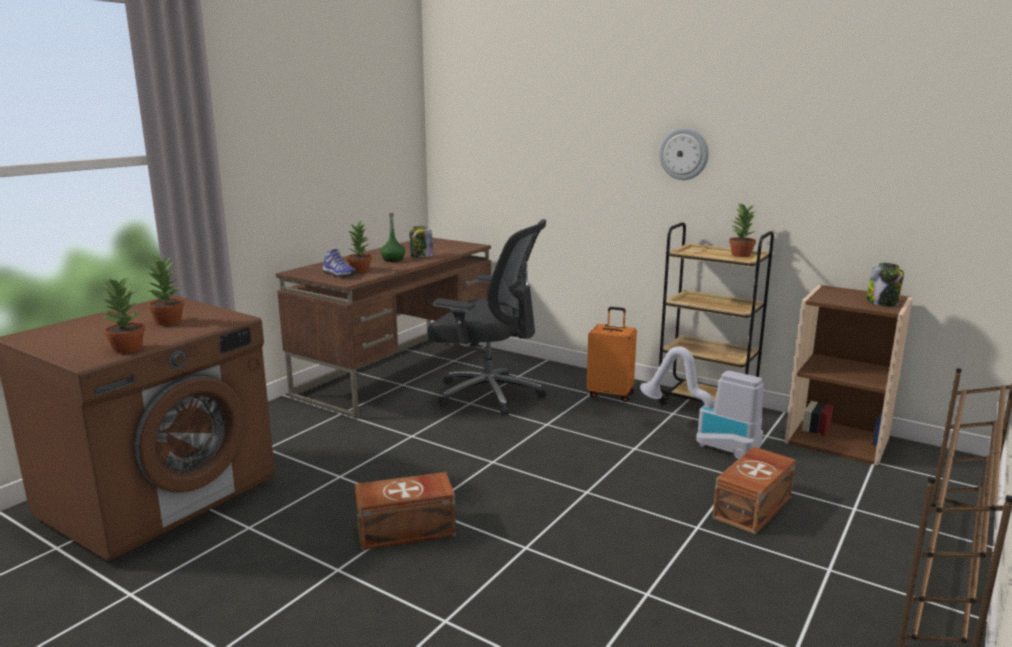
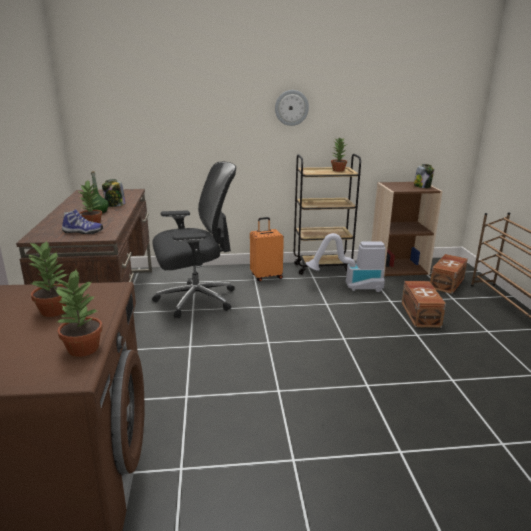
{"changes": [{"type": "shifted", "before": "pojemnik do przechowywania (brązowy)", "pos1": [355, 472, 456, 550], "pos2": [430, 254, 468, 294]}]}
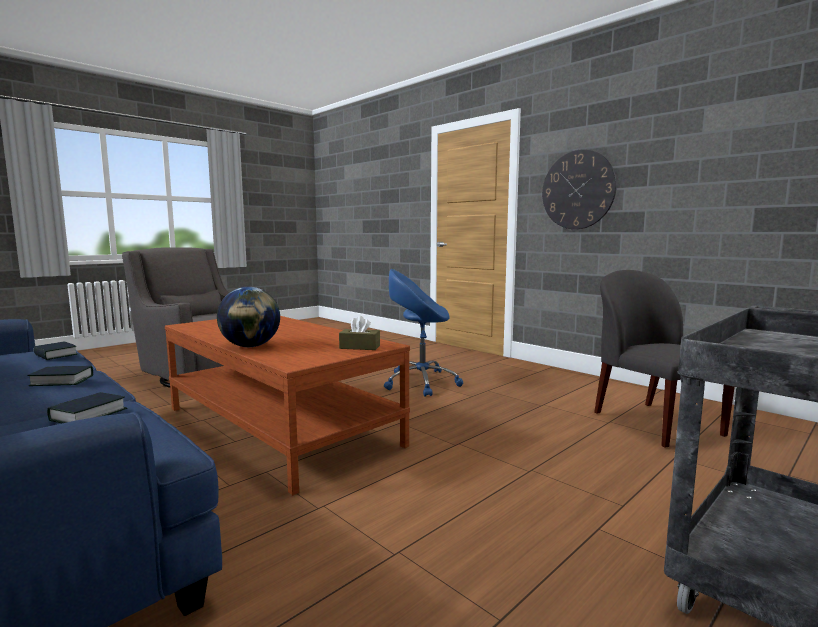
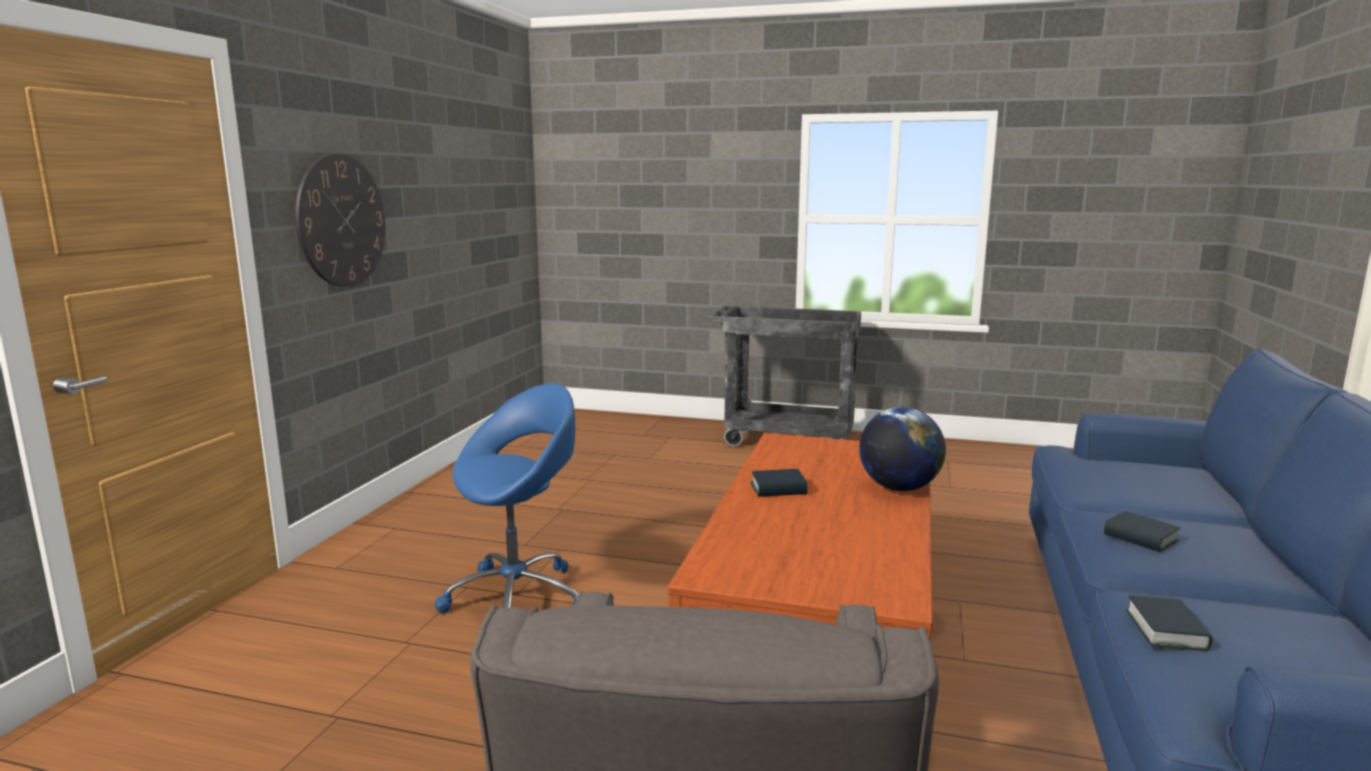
{"changes": [{"type": "rotated", "before": "krzesło biurowe (niebieski)", "pos1": [384, 269, 463, 396], "pos2": [435, 383, 579, 614], "turn": -90}, {"type": "shifted", "before": "książka", "pos1": [47, 392, 127, 423], "pos2": [751, 469, 808, 497]}, {"type": "gone", "before": "pudełko chusteczek (brązowy)", "pos1": [339, 316, 380, 350]}, {"type": "gone", "before": "krzesło (szary)", "pos1": [594, 270, 735, 448]}]}
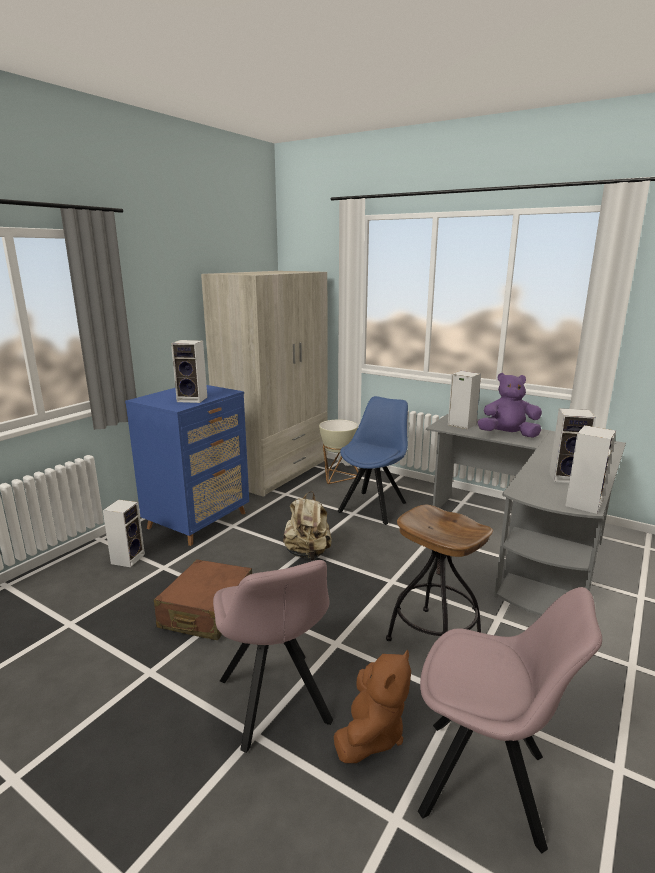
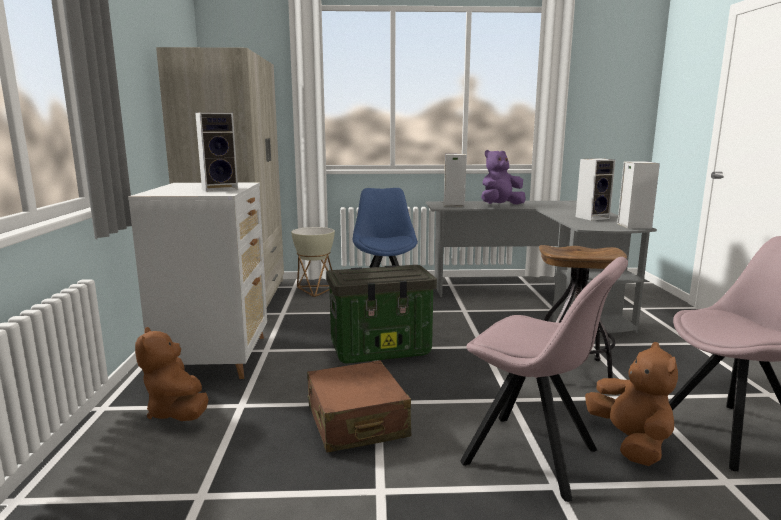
{"changes": [{"type": "repainted", "before": "komoda (niebieski)", "after": "komoda (biały)", "pos1": [125, 385, 249, 546], "pos2": [128, 182, 267, 379]}, {"type": "swapped", "before": "głośnik", "after": "pluszak (brązowy)", "pos1": [103, 500, 145, 567], "pos2": [135, 327, 209, 421]}, {"type": "swapped", "before": "plecak (beżowy)", "after": "pojemnik do przechowywania", "pos1": [283, 491, 332, 561], "pos2": [326, 265, 437, 364]}]}
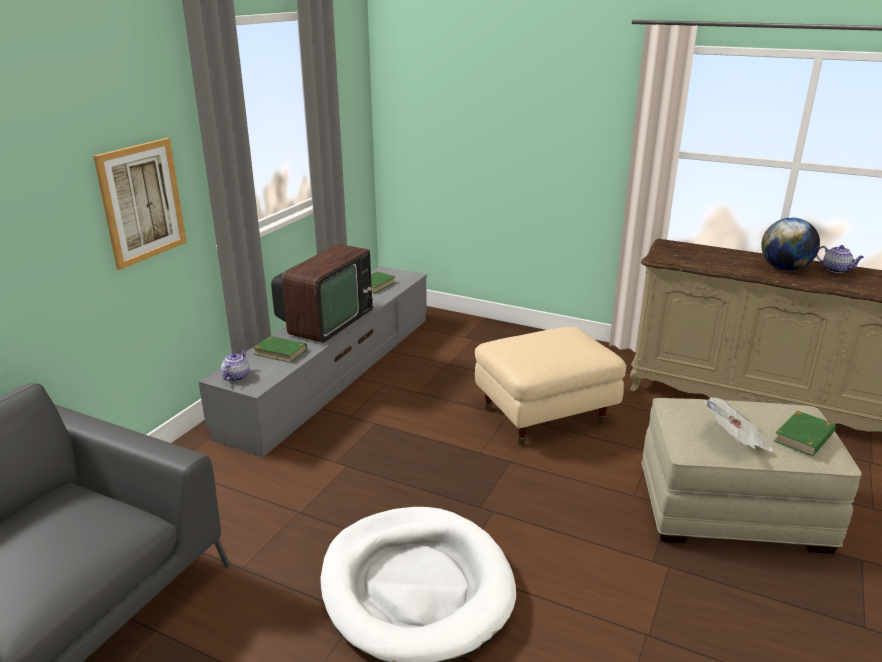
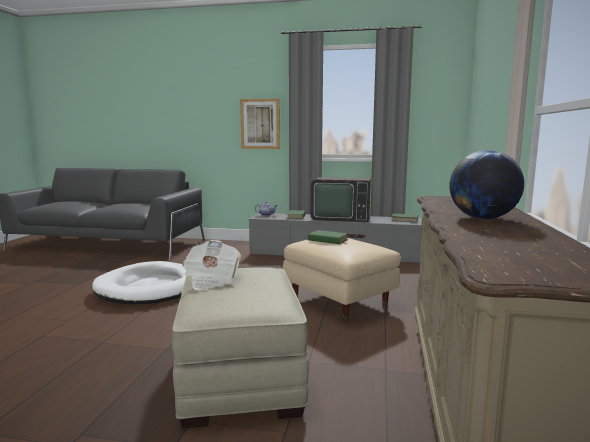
{"changes": [{"type": "shifted", "before": "książka (zielony)", "pos1": [774, 411, 836, 457], "pos2": [308, 230, 348, 244]}, {"type": "gone", "before": "imbryk", "pos1": [816, 245, 864, 273]}]}
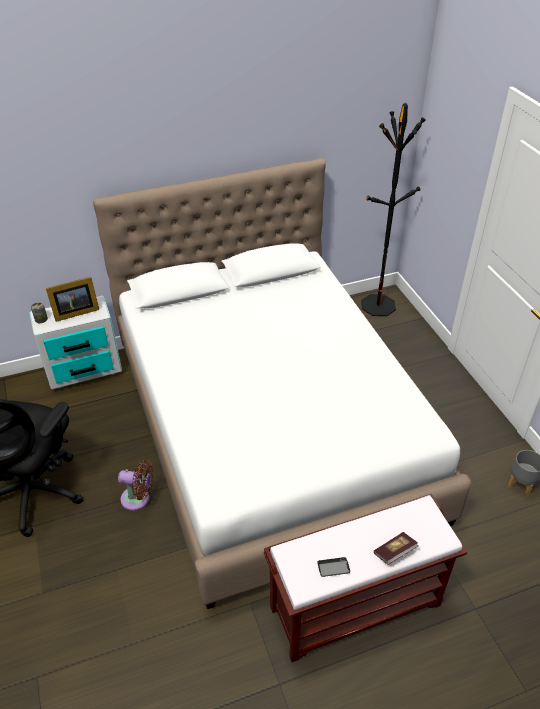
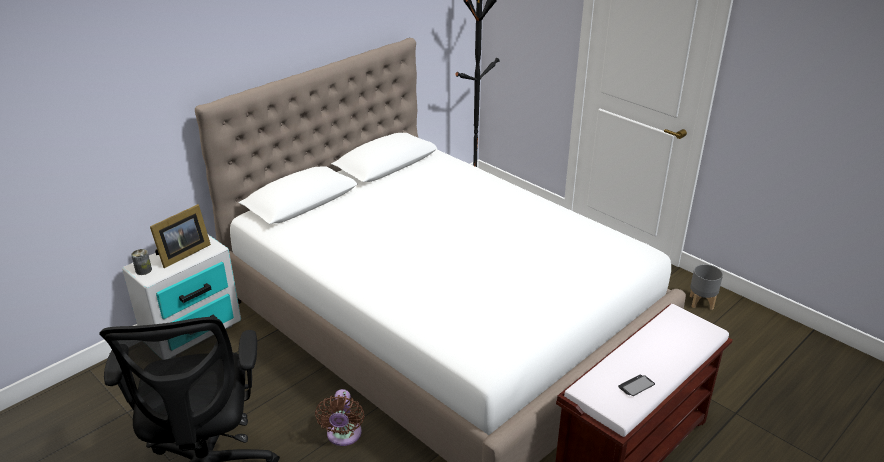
{"changes": [{"type": "rotated", "before": "wentylator (brązowy)", "pos1": [118, 460, 153, 511], "pos2": [315, 389, 364, 446], "turn": 105}, {"type": "gone", "before": "książka", "pos1": [373, 532, 418, 565]}]}
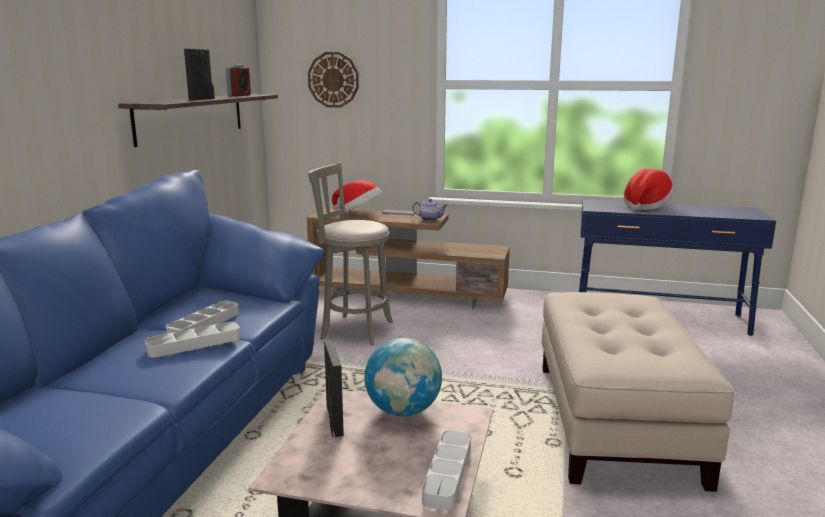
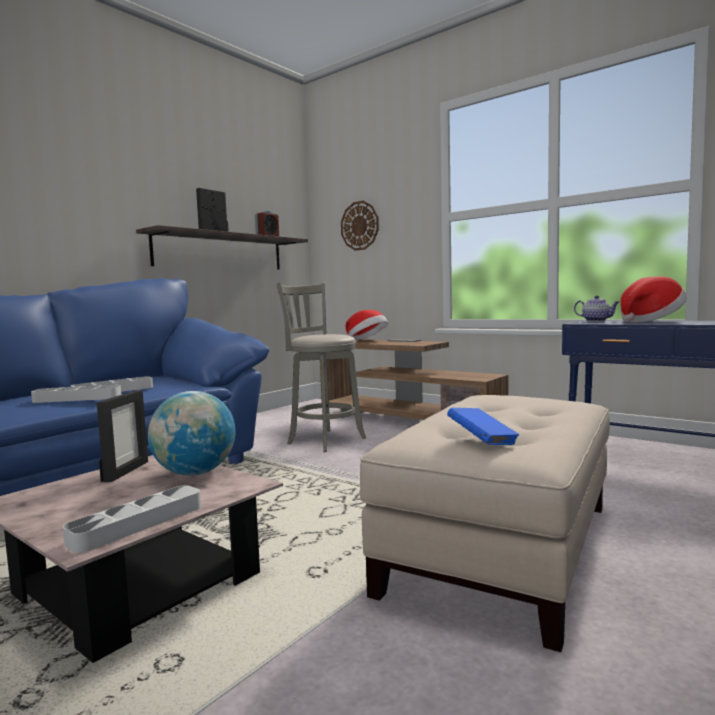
{"changes": [{"type": "new", "after": "książka (niebieski)", "pos2": [447, 408, 519, 445]}, {"type": "shifted", "before": "imbryk", "pos1": [412, 199, 447, 221], "pos2": [574, 295, 619, 321]}]}
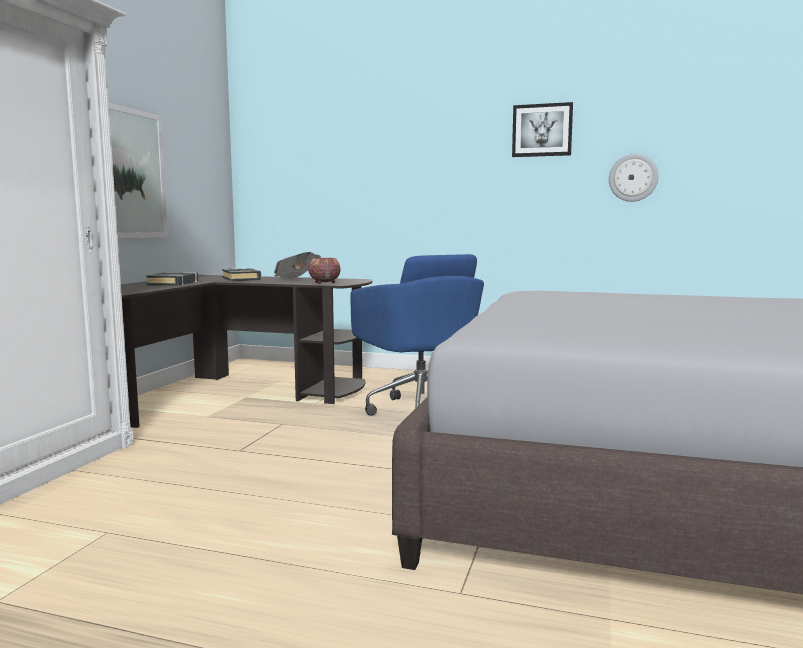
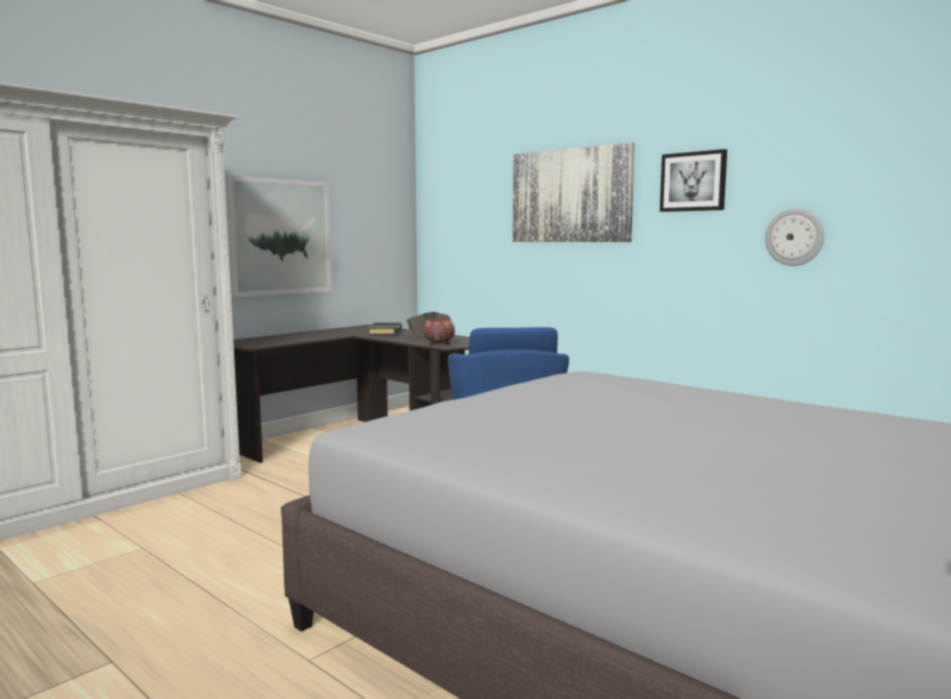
{"changes": [{"type": "new", "after": "obraz", "pos2": [513, 142, 635, 242]}, {"type": "gone", "before": "książka (czarny)", "pos1": [146, 272, 198, 286]}]}
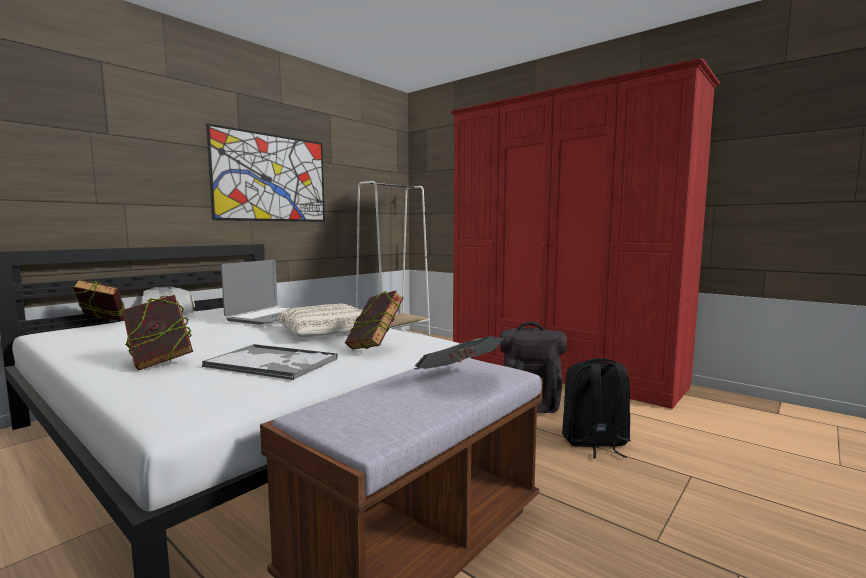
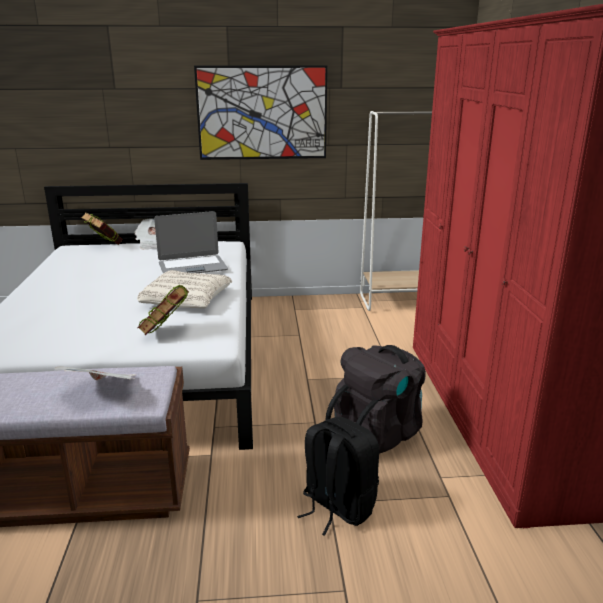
{"changes": [{"type": "gone", "before": "książka", "pos1": [122, 295, 193, 370]}, {"type": "gone", "before": "taca", "pos1": [202, 344, 337, 380]}]}
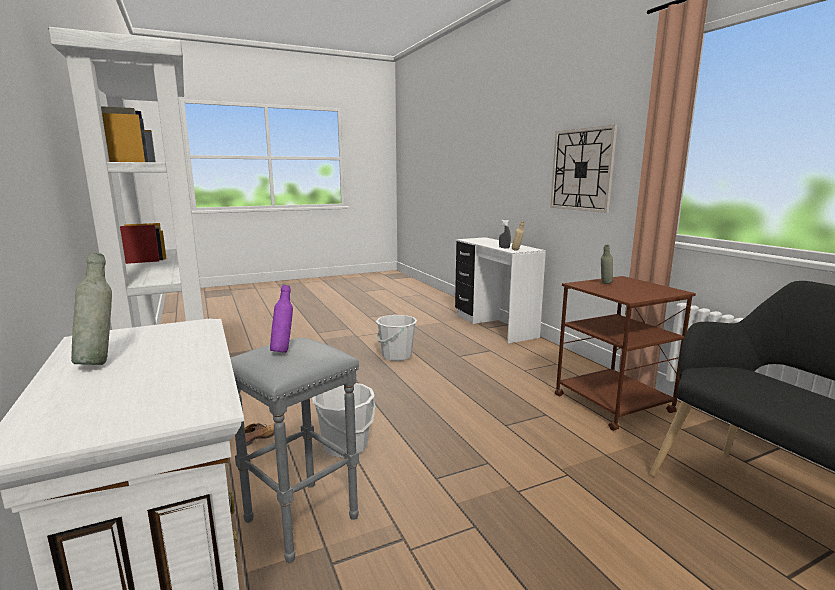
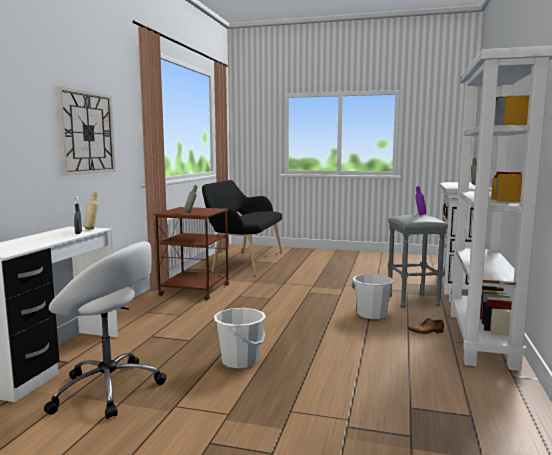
{"changes": [{"type": "new", "after": "krzesło biurowe (biały)", "pos2": [44, 241, 166, 419]}]}
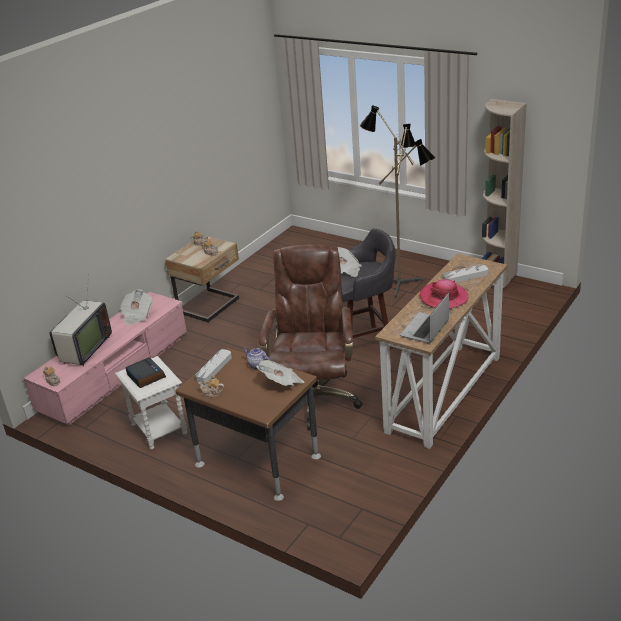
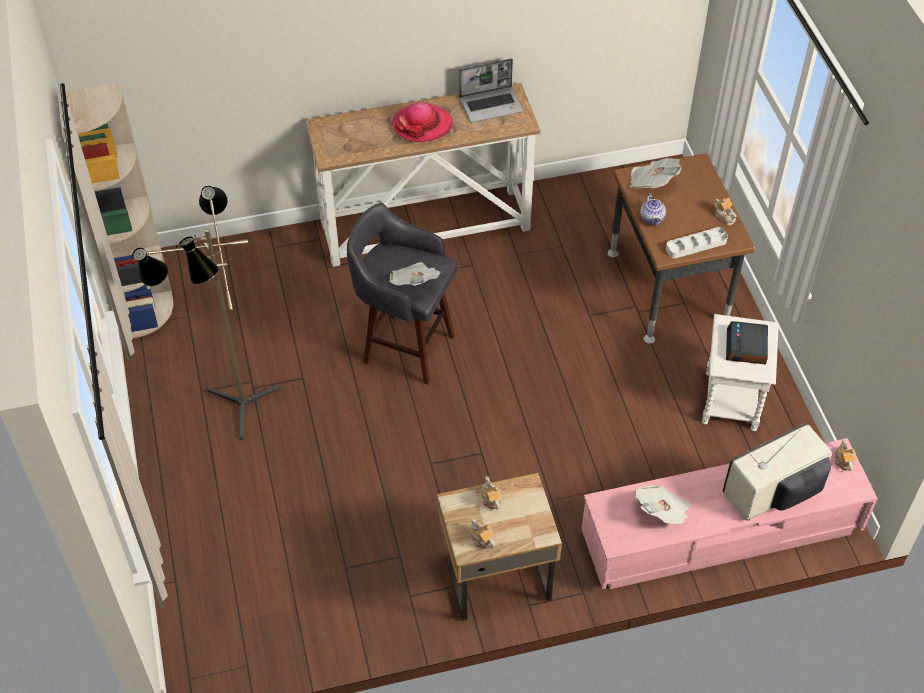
{"changes": [{"type": "gone", "before": "krzesło biurowe (brązowy)", "pos1": [259, 244, 363, 430]}, {"type": "gone", "before": "taca (szary)", "pos1": [443, 264, 488, 283]}]}
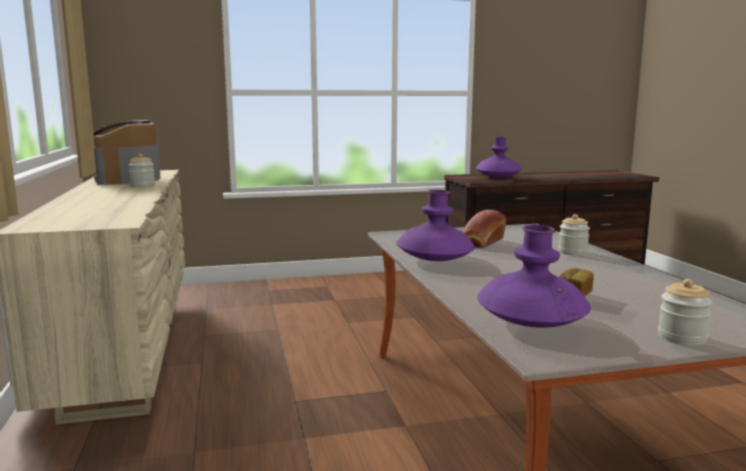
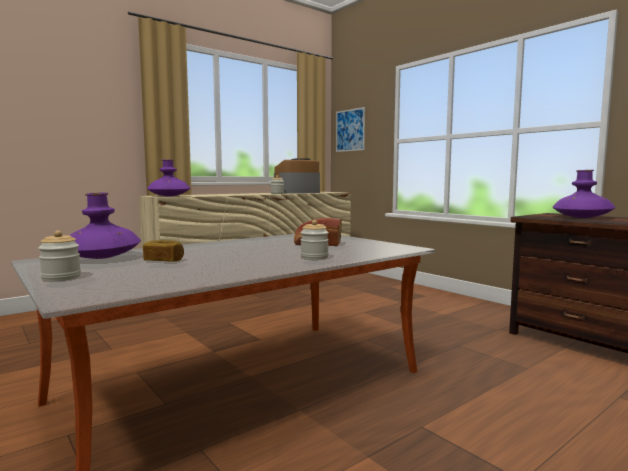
{"changes": [{"type": "shifted", "before": "wazon (fioletowy)", "pos1": [396, 190, 475, 261], "pos2": [147, 159, 190, 197]}, {"type": "new", "after": "obraz", "pos2": [336, 107, 365, 152]}]}
